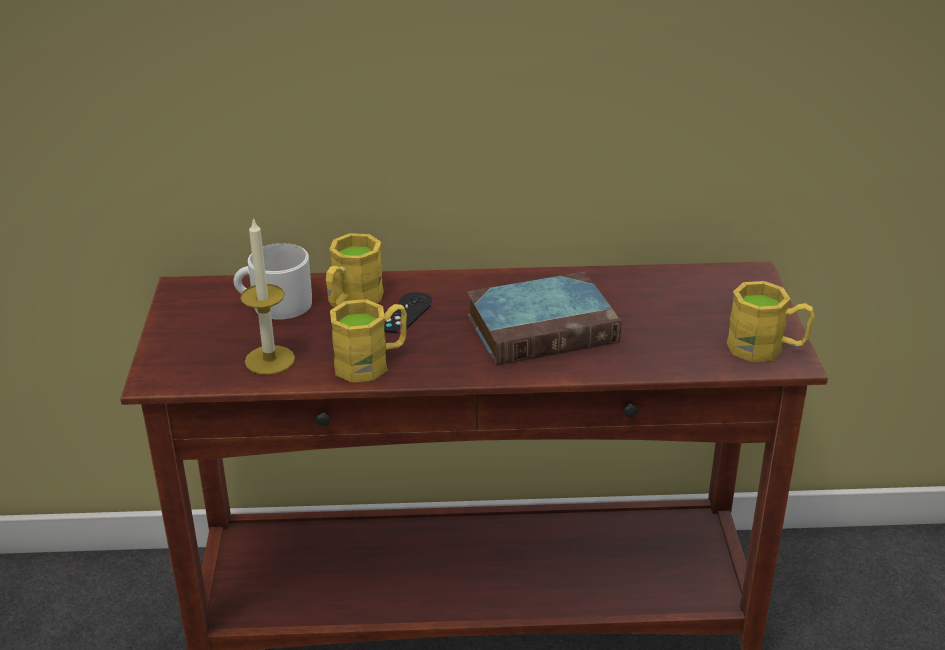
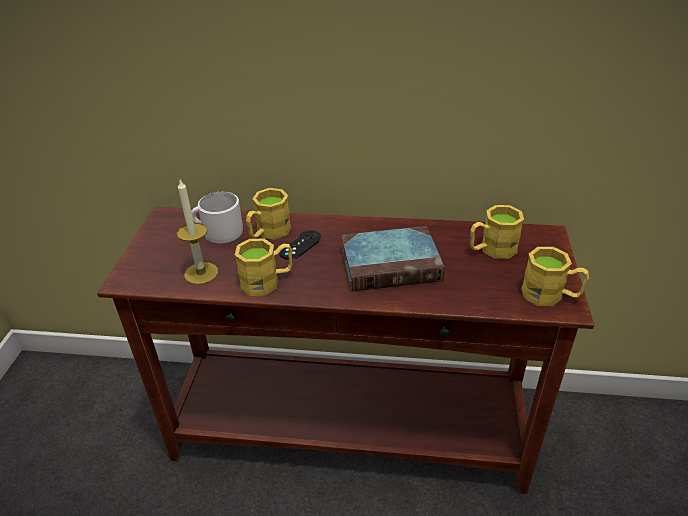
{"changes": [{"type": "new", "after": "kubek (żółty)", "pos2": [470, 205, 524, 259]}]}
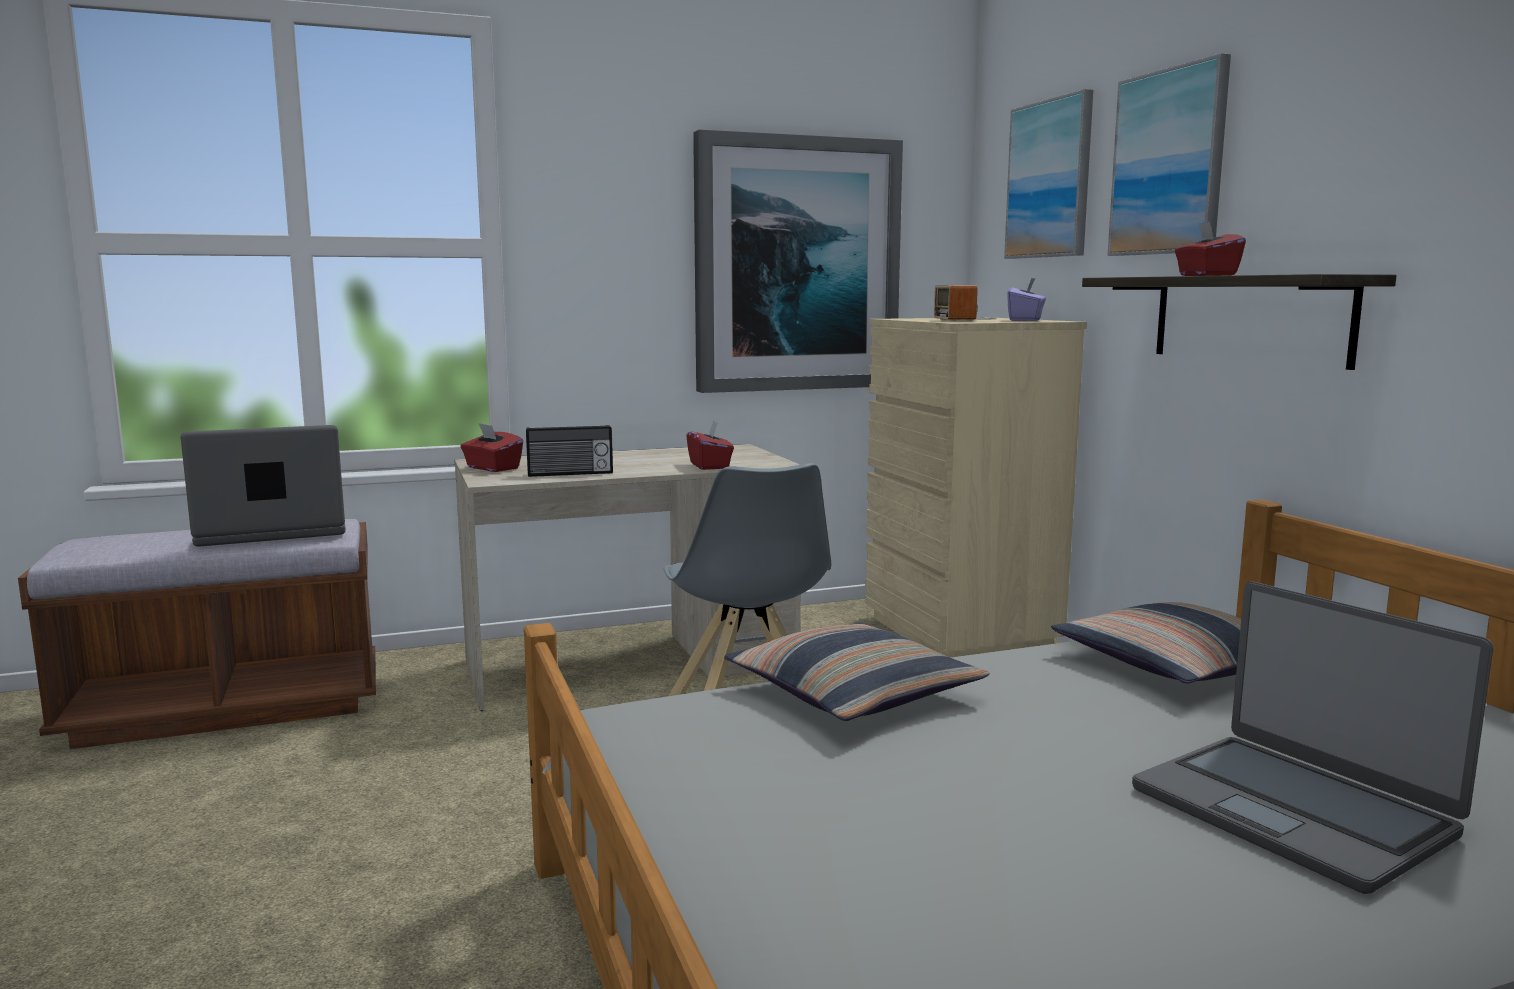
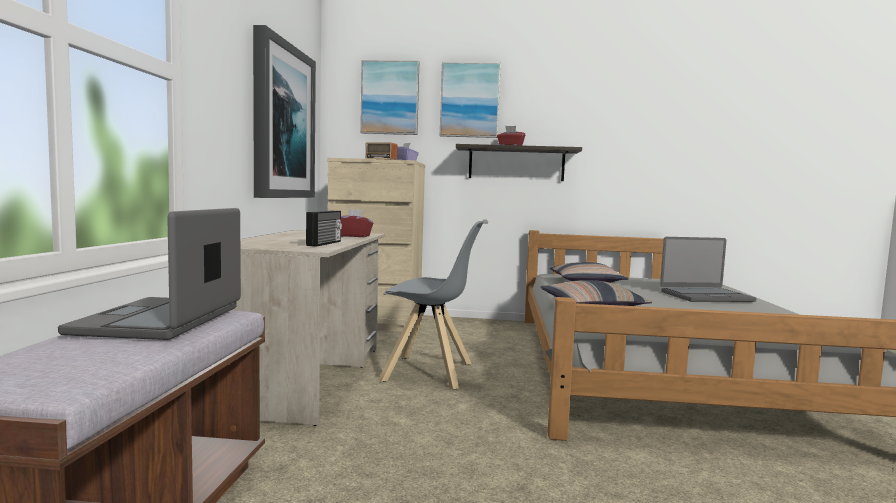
{"changes": [{"type": "gone", "before": "pudełko chusteczek (czerwony)", "pos1": [460, 423, 523, 472]}]}
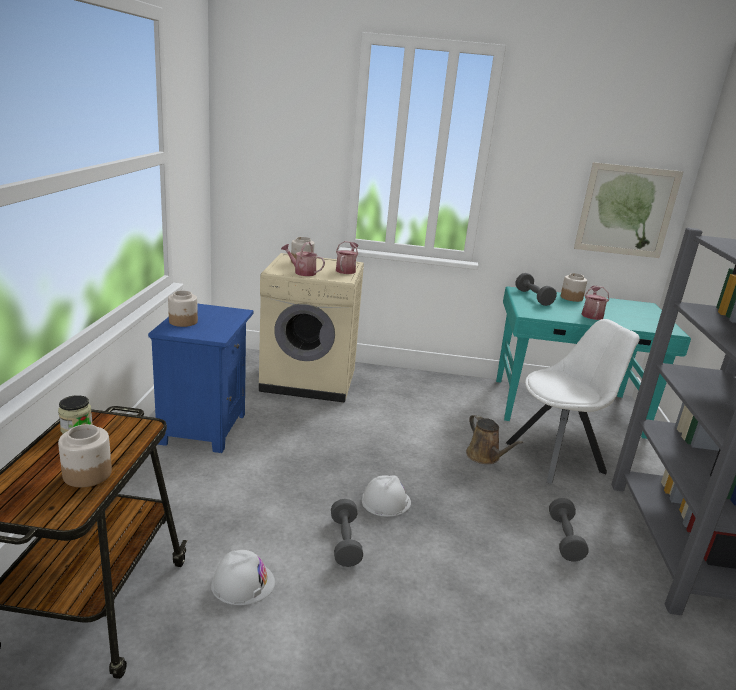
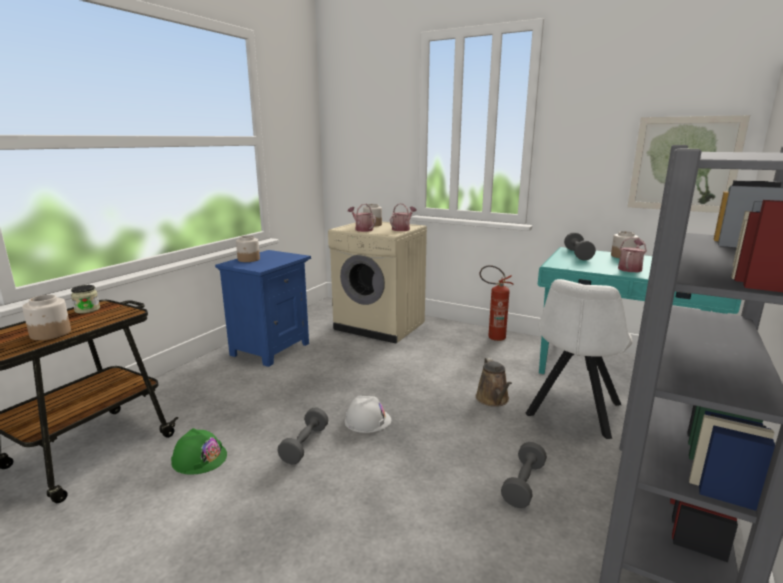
{"changes": [{"type": "repainted", "before": "kask (biały)", "after": "kask (zielony)", "pos1": [211, 550, 275, 605], "pos2": [171, 428, 227, 474]}, {"type": "new", "after": "gaśnica", "pos2": [479, 265, 514, 341]}, {"type": "rotated", "before": "krzesło (biały)", "pos1": [506, 319, 640, 484], "pos2": [526, 279, 633, 439], "turn": 120}]}
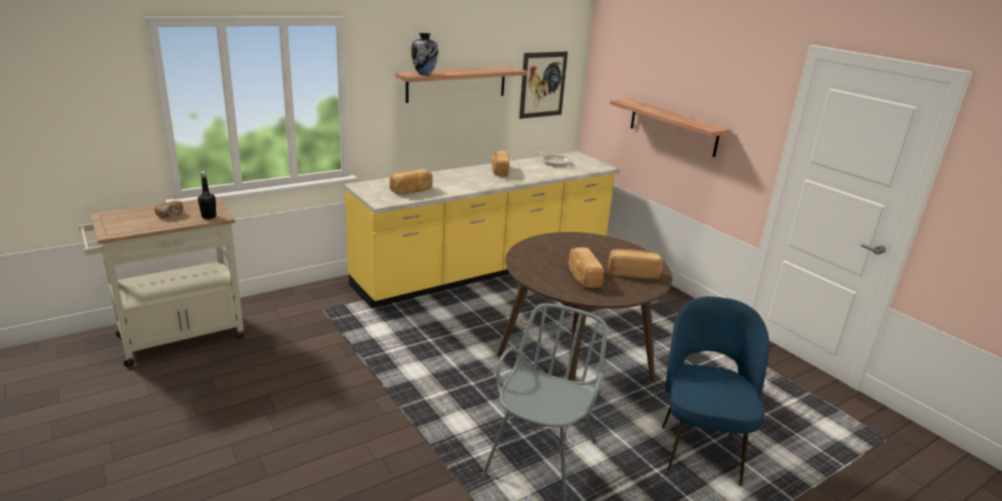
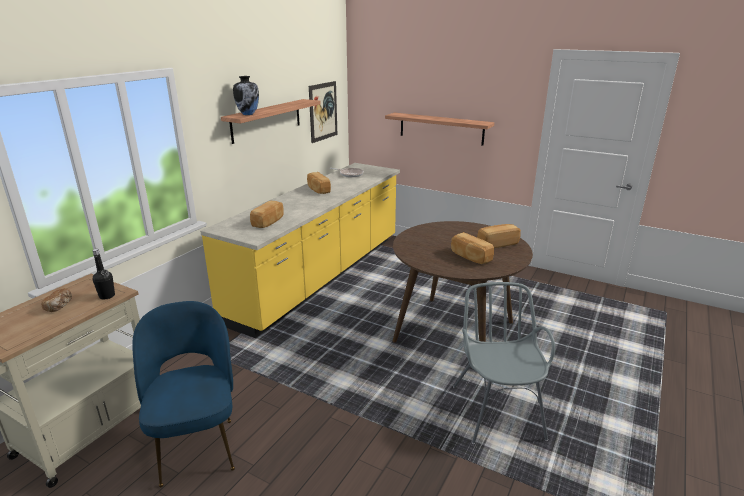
{"changes": [{"type": "shifted", "before": "krzesło (niebieski)", "pos1": [662, 296, 769, 486], "pos2": [132, 301, 235, 487]}]}
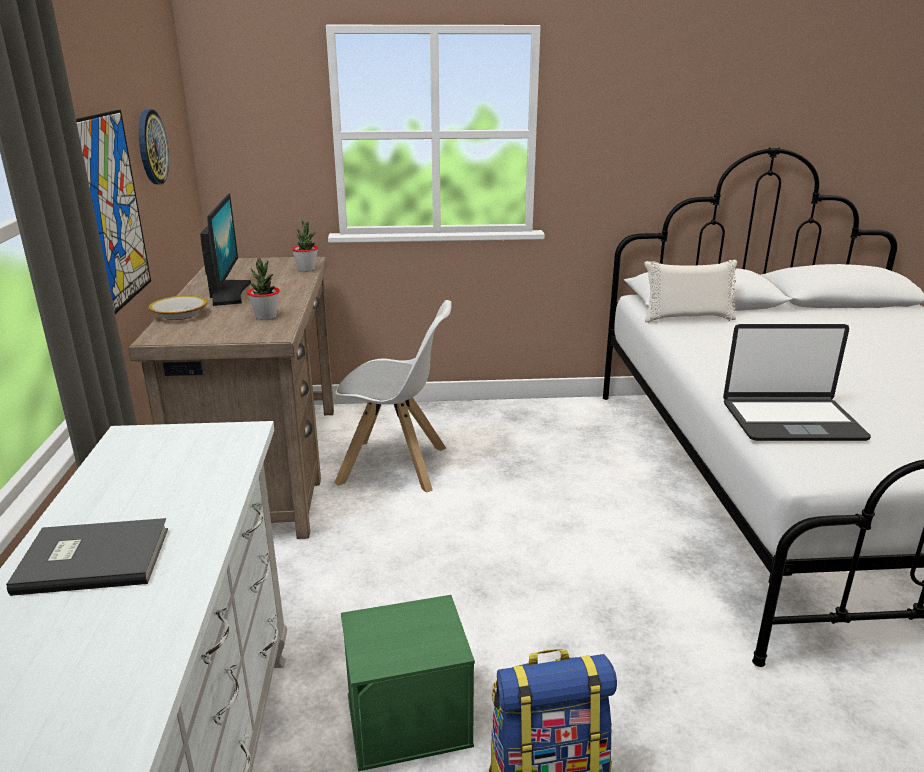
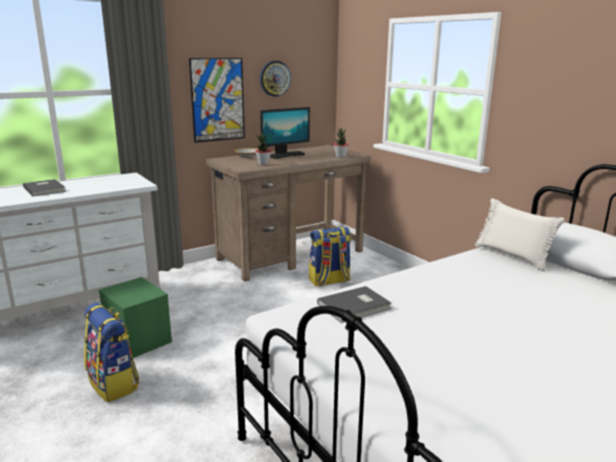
{"changes": [{"type": "swapped", "before": "krzesło", "after": "plecak", "pos1": [334, 300, 452, 493], "pos2": [309, 227, 351, 286]}, {"type": "swapped", "before": "laptop", "after": "książka (szary)", "pos1": [723, 324, 871, 441], "pos2": [317, 286, 391, 323]}]}
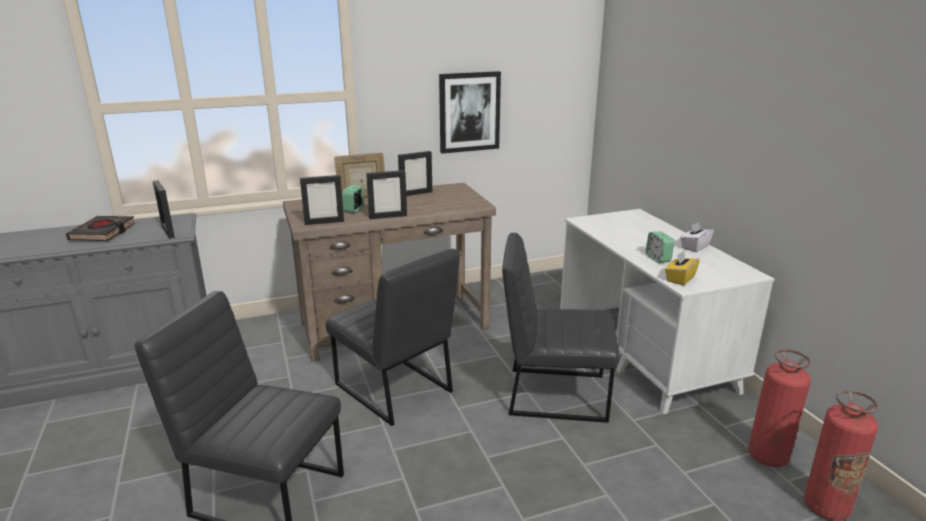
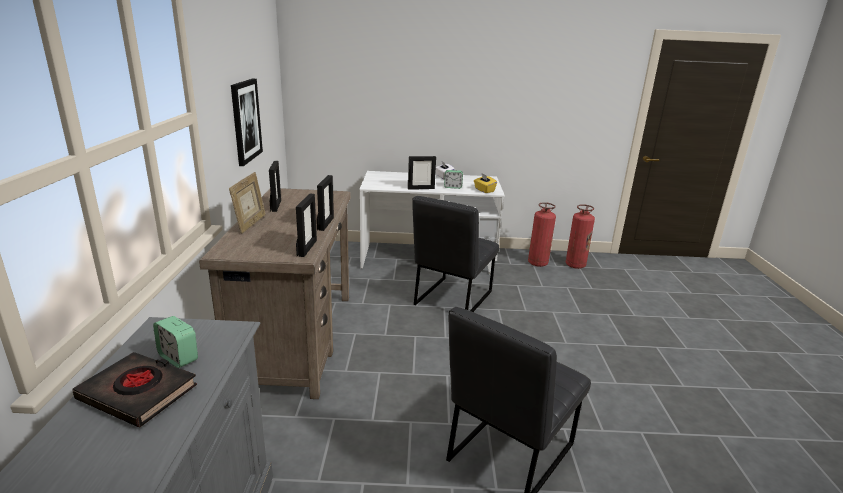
{"changes": [{"type": "shifted", "before": "budzik", "pos1": [342, 185, 364, 213], "pos2": [153, 316, 198, 368]}, {"type": "shifted", "before": "ramka na zdjęcie", "pos1": [153, 180, 175, 239], "pos2": [408, 156, 436, 190]}, {"type": "gone", "before": "krzesło (szary)", "pos1": [326, 249, 460, 426]}]}
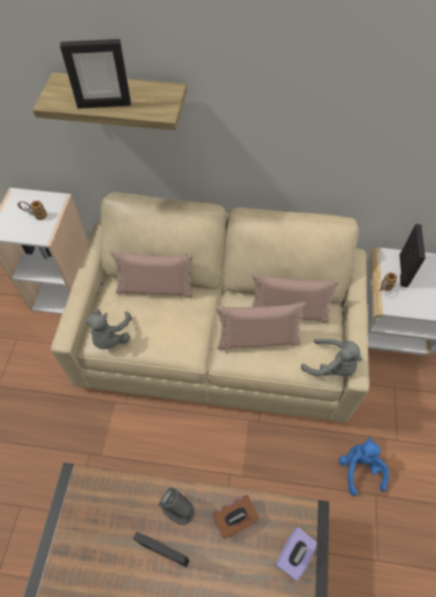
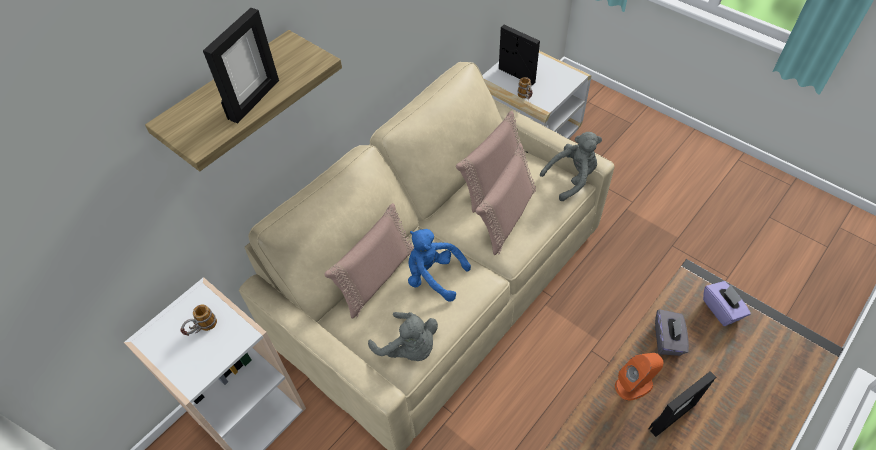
{"changes": [{"type": "shifted", "before": "pluszak (niebieski)", "pos1": [339, 437, 389, 496], "pos2": [408, 229, 471, 302]}, {"type": "repainted", "before": "głośnik (szary)", "after": "głośnik (pomarańczowy)", "pos1": [158, 487, 195, 525], "pos2": [615, 353, 664, 401]}, {"type": "repainted", "before": "pudełko chusteczek (brązowy)", "after": "pudełko chusteczek (szary)", "pos1": [212, 495, 258, 539], "pos2": [655, 309, 689, 356]}]}
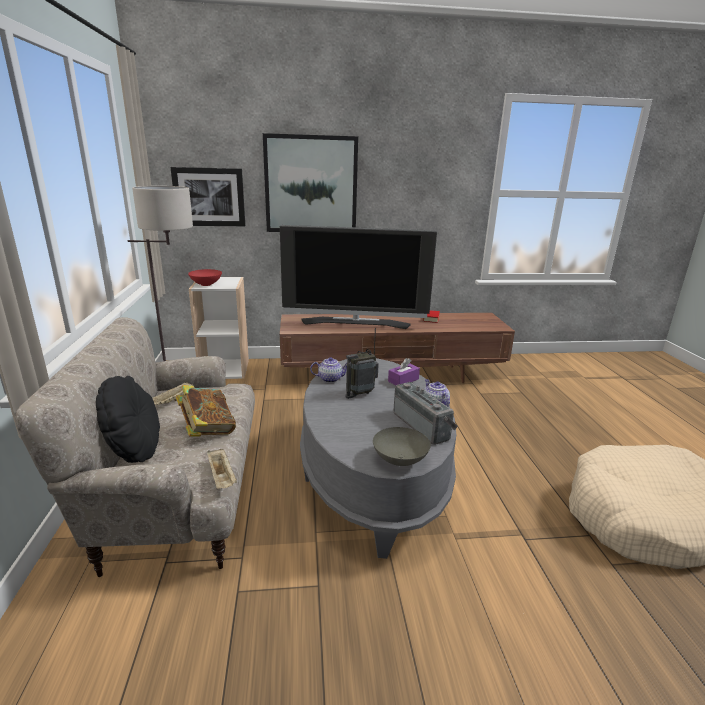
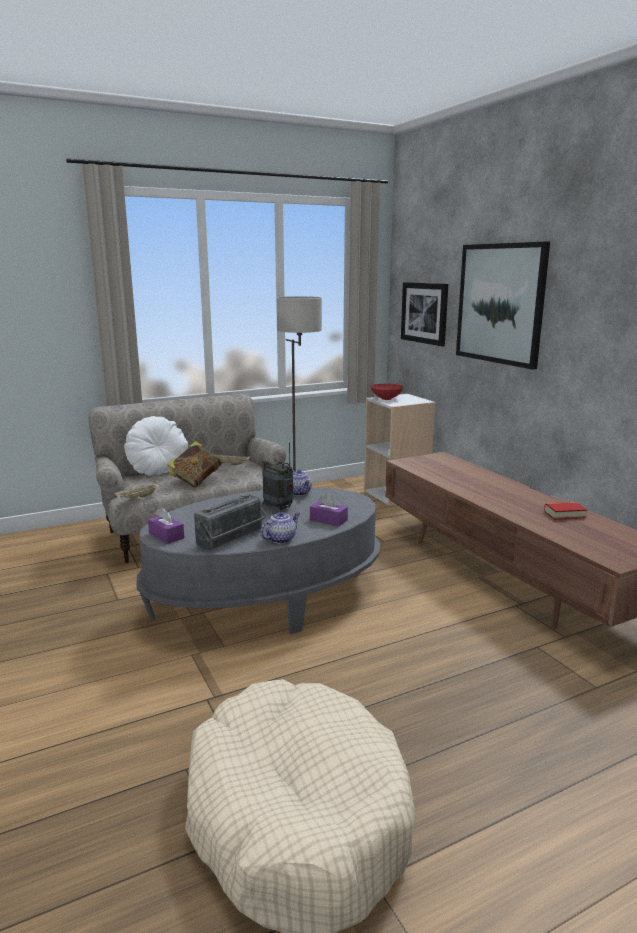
{"changes": [{"type": "repainted", "before": "poduszka (czarny)", "after": "poduszka (biały)", "pos1": [96, 376, 160, 463], "pos2": [124, 416, 188, 476]}, {"type": "swapped", "before": "miska (szary)", "after": "pudełko chusteczek (fioletowy)", "pos1": [373, 427, 431, 466], "pos2": [148, 507, 184, 544]}, {"type": "gone", "before": "telewizor", "pos1": [280, 225, 437, 329]}]}
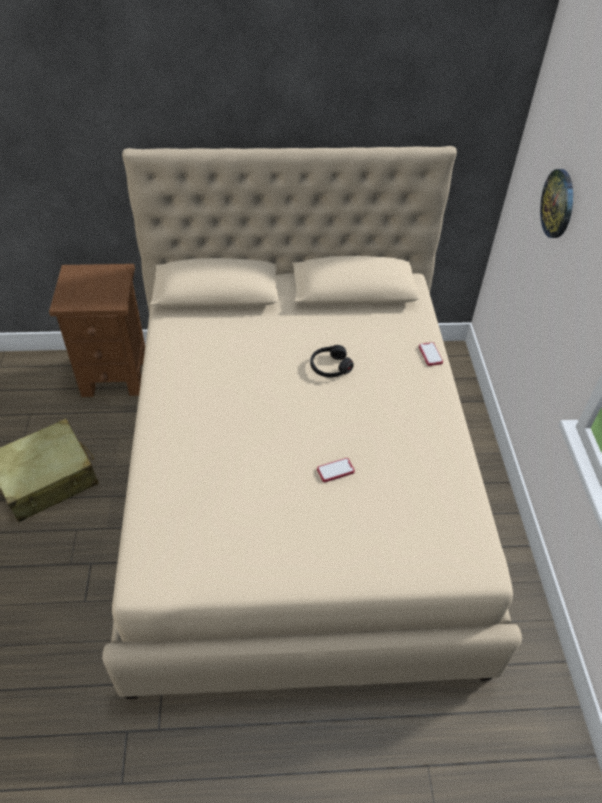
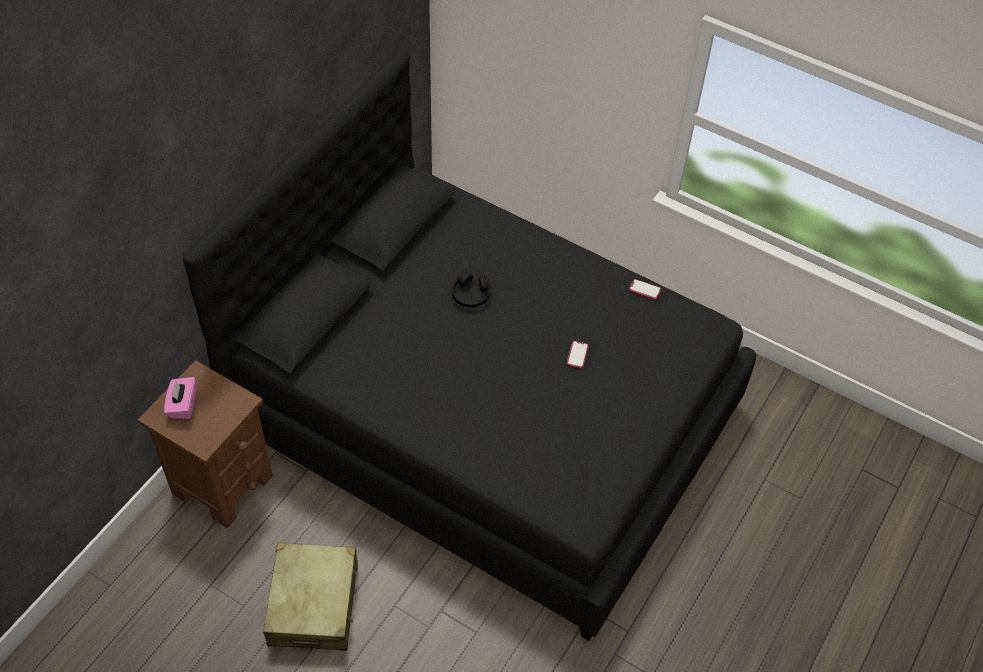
{"changes": [{"type": "new", "after": "pudełko chusteczek (różowy)", "pos2": [164, 377, 196, 419]}, {"type": "repainted", "before": "łóżko (beżowy)", "after": "łóżko (czarny)", "pos1": [102, 146, 522, 699], "pos2": [183, 49, 756, 641]}, {"type": "shifted", "before": "telefon", "pos1": [419, 342, 443, 366], "pos2": [629, 279, 661, 300]}, {"type": "gone", "before": "zegar ścienny", "pos1": [540, 169, 573, 238]}]}
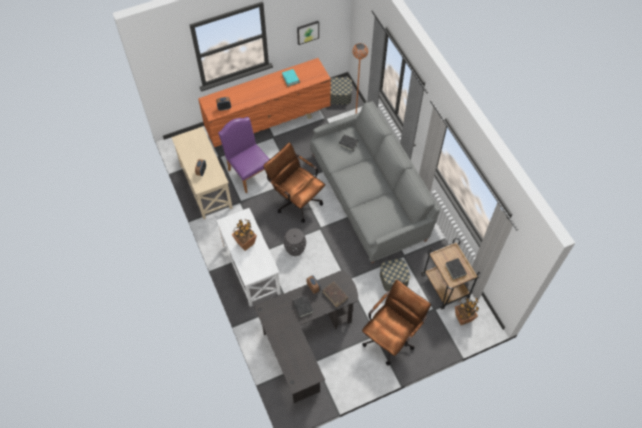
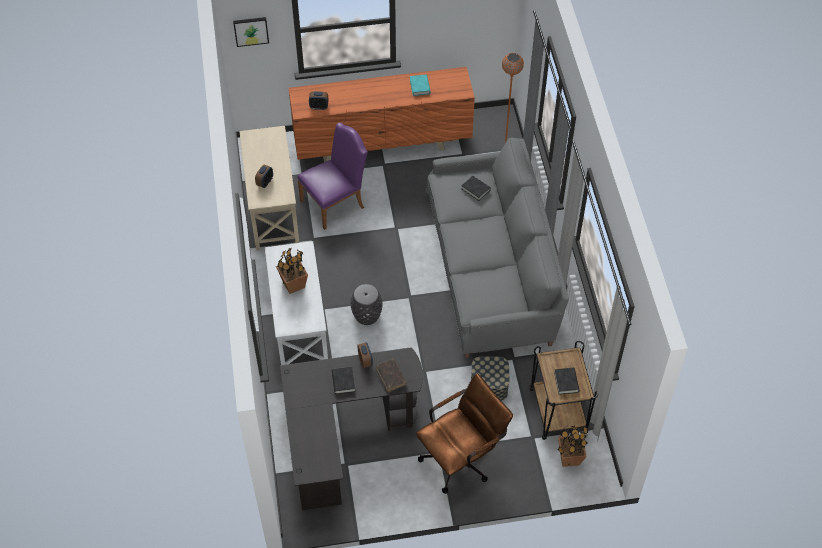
{"changes": [{"type": "shifted", "before": "obraz", "pos1": [297, 21, 319, 45], "pos2": [233, 17, 269, 47]}, {"type": "rotated", "before": "krzesło (fioletowy)", "pos1": [218, 117, 270, 193], "pos2": [297, 122, 368, 230], "turn": 75}, {"type": "gone", "before": "krzesło biurowe (brązowy)", "pos1": [263, 142, 325, 223]}, {"type": "gone", "before": "pojemnik do przechowywania", "pos1": [330, 77, 352, 104]}]}
